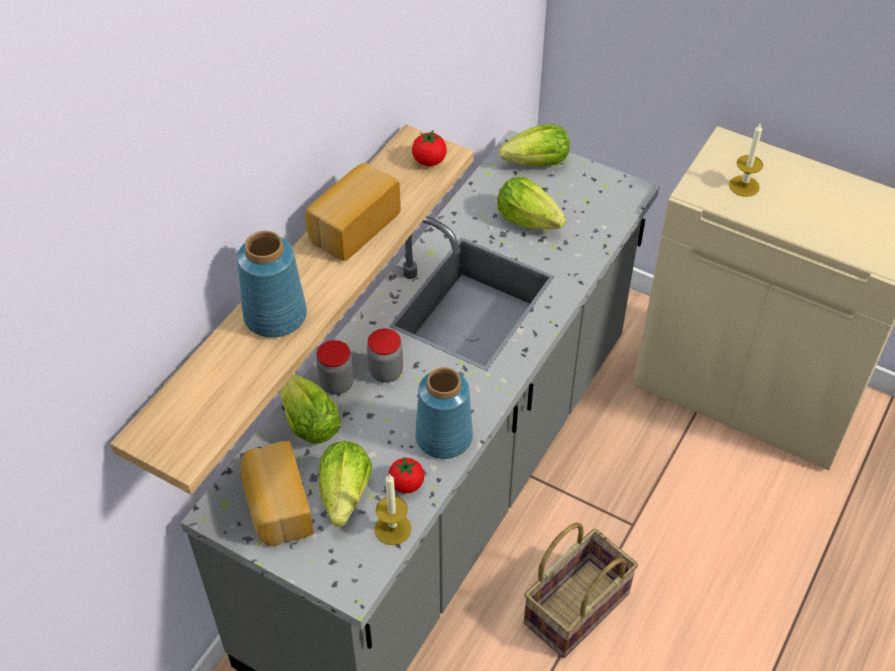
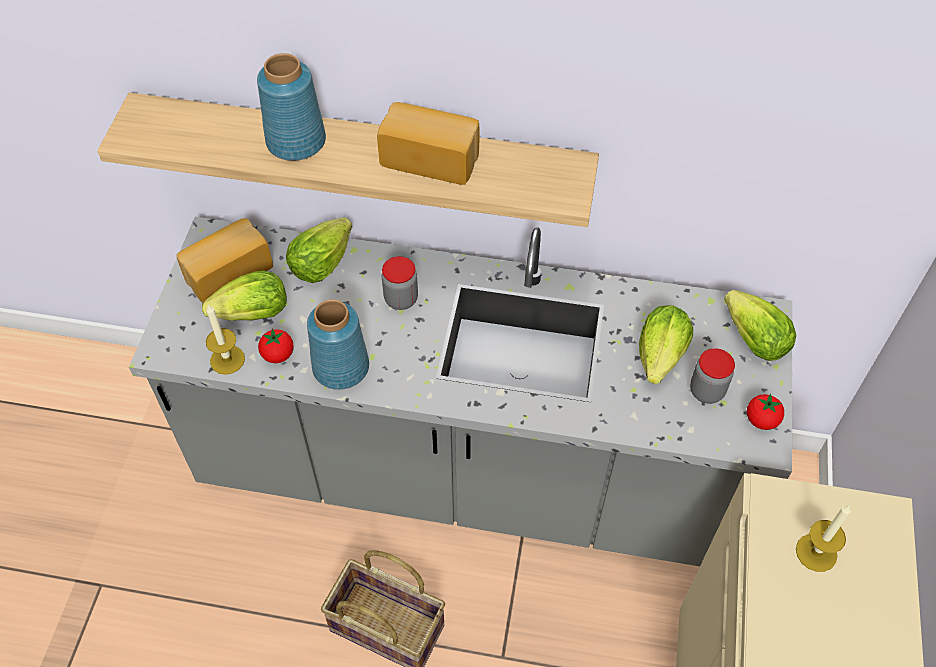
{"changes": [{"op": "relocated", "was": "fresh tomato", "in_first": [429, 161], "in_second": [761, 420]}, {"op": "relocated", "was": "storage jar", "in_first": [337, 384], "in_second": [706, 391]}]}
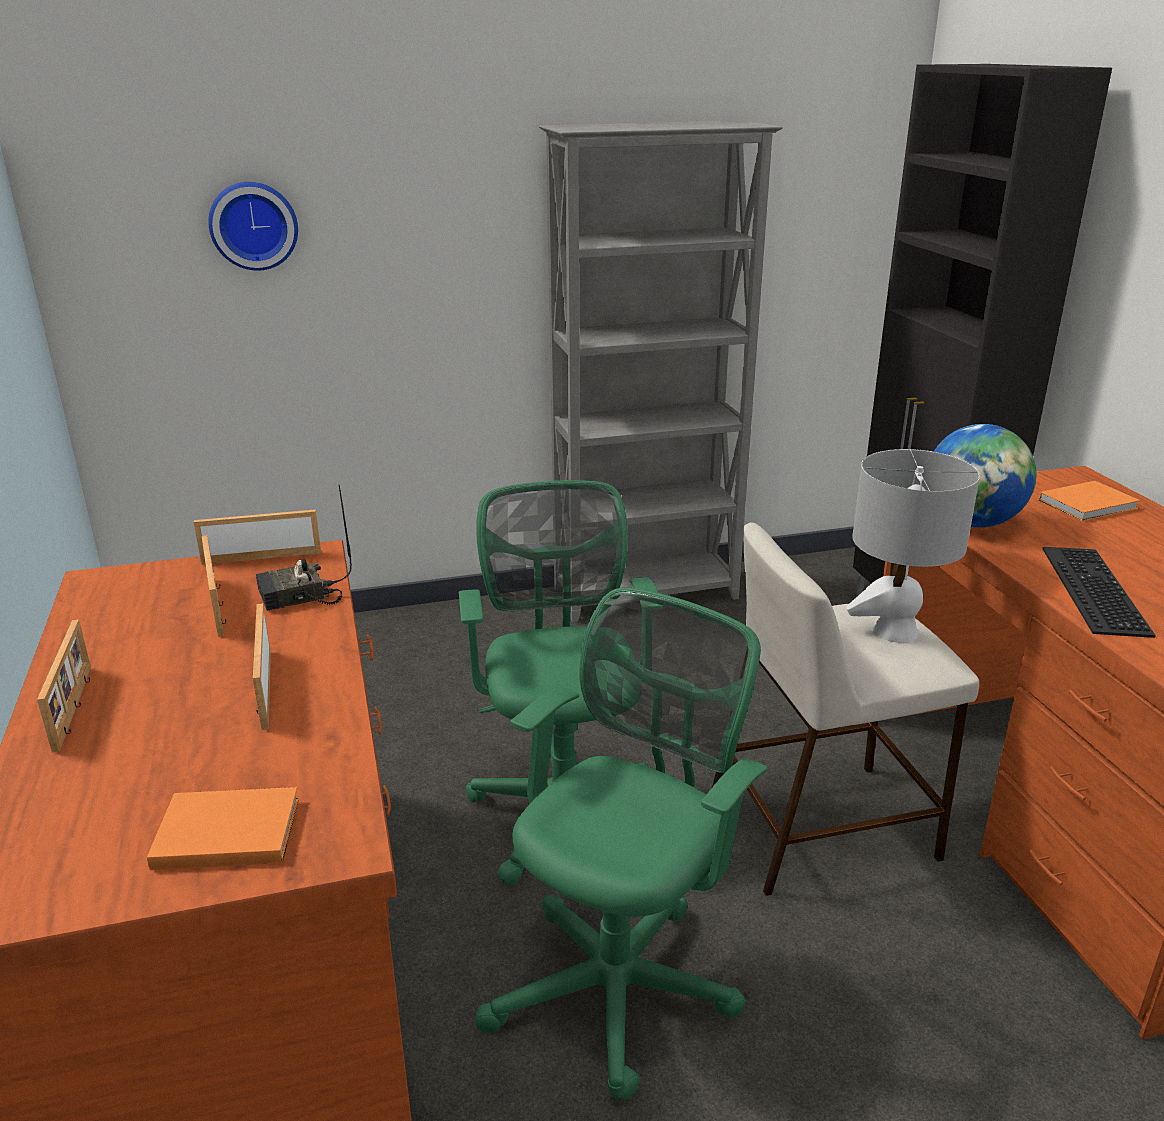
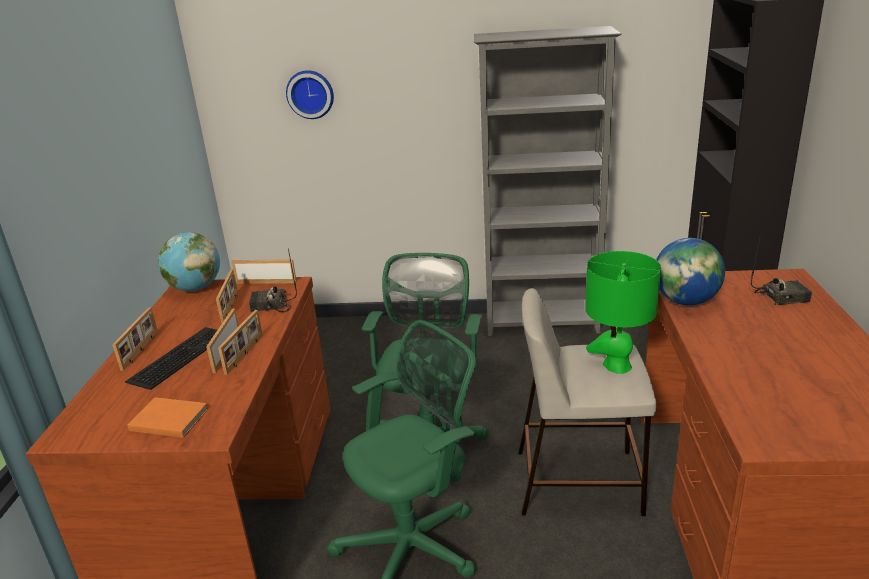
{"changes": [{"op": "colour", "was": "grey lamp for a table", "now": "greenish lamp for a table", "in_first": [894, 632], "in_second": [617, 366]}, {"op": "exchanged", "was": "orangey book", "now": "radio set", "in_first": [1090, 504], "in_second": [781, 296]}, {"op": "relocated", "was": "PC keyboard", "in_first": [1089, 588], "in_second": [179, 356]}, {"op": "appeared", "now": "desk globe", "in_second": [195, 288]}, {"op": "appeared", "now": "picture frame", "in_second": [245, 354]}]}
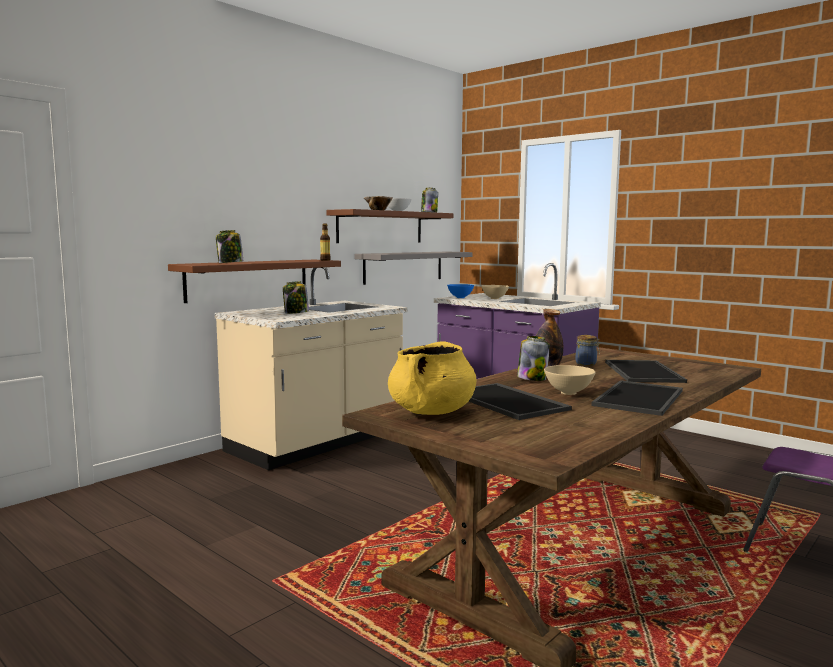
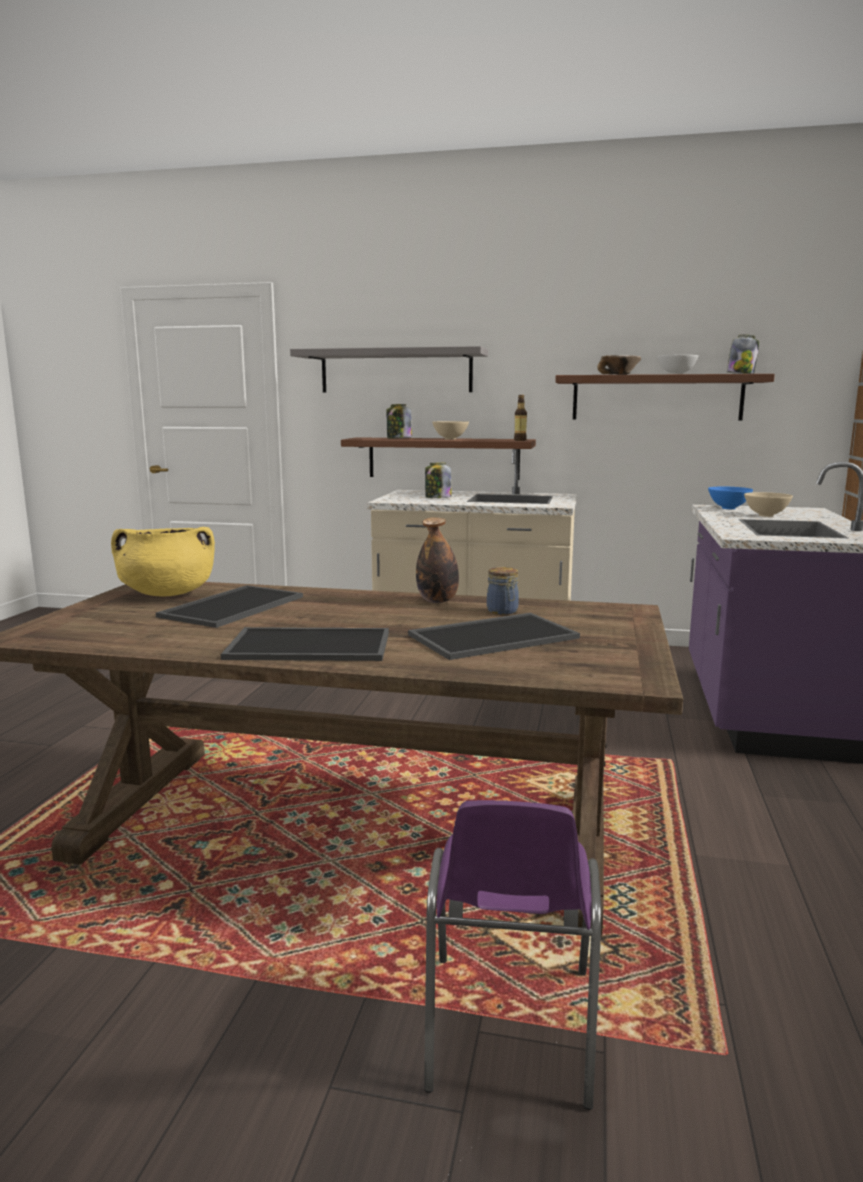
{"changes": [{"op": "relocated", "was": "grey shelf", "in_first": [403, 267], "in_second": [396, 371]}, {"op": "missing", "was": "storage jar", "in_first": [532, 378]}, {"op": "relocated", "was": "sand-coloured serving bowl", "in_first": [568, 393], "in_second": [450, 439]}]}
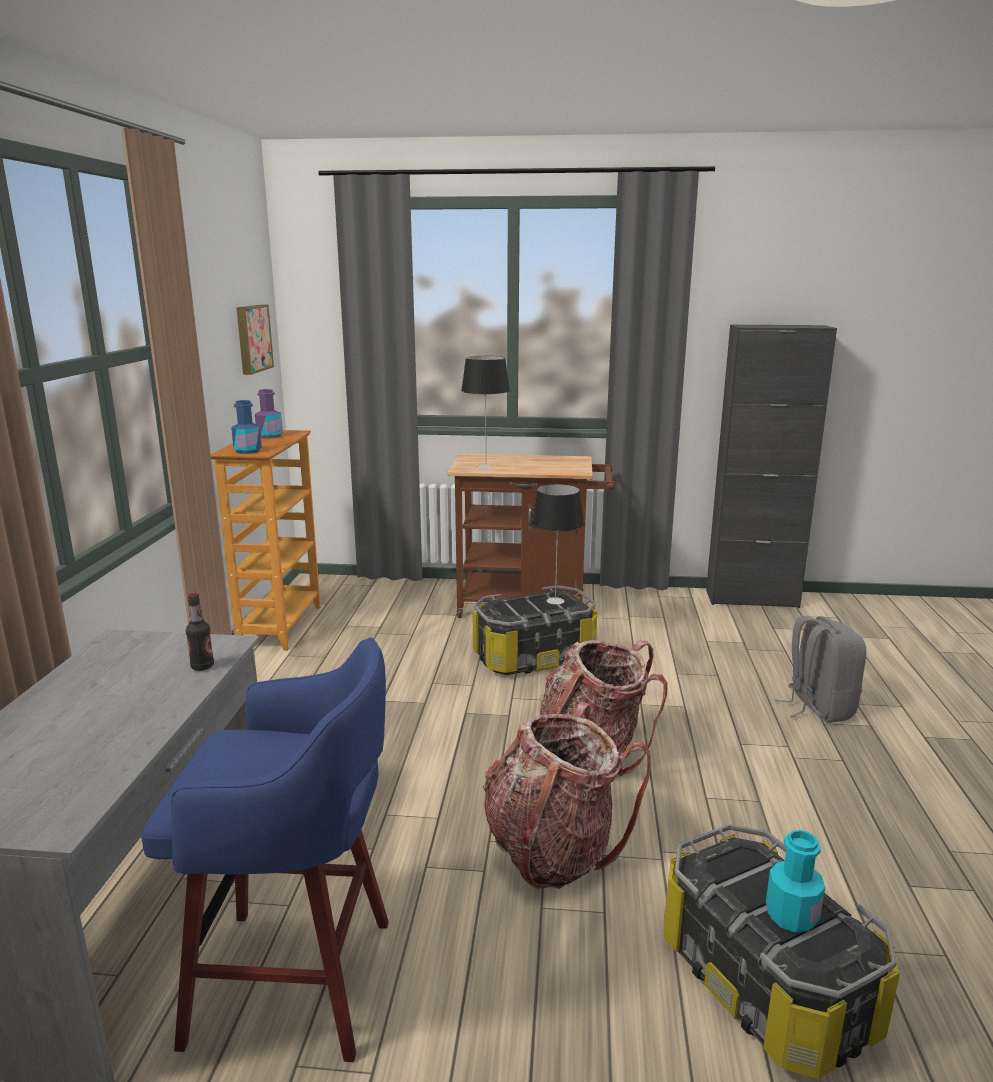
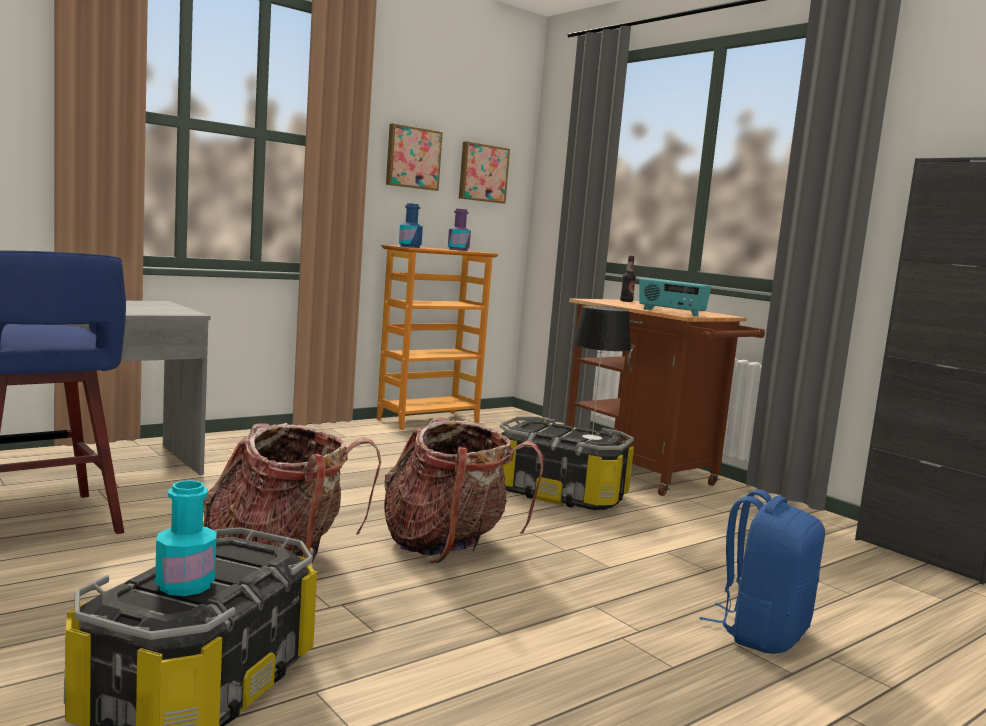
{"changes": [{"op": "missing", "was": "lamp for a table", "in_first": [485, 467]}, {"op": "relocated", "was": "drink bottle", "in_first": [202, 666], "in_second": [626, 301]}, {"op": "colour", "was": "grey backpack", "now": "blue-coloured backpack", "in_first": [817, 707], "in_second": [761, 633]}, {"op": "appeared", "now": "picture", "in_second": [412, 158]}, {"op": "appeared", "now": "radio set", "in_second": [671, 312]}]}
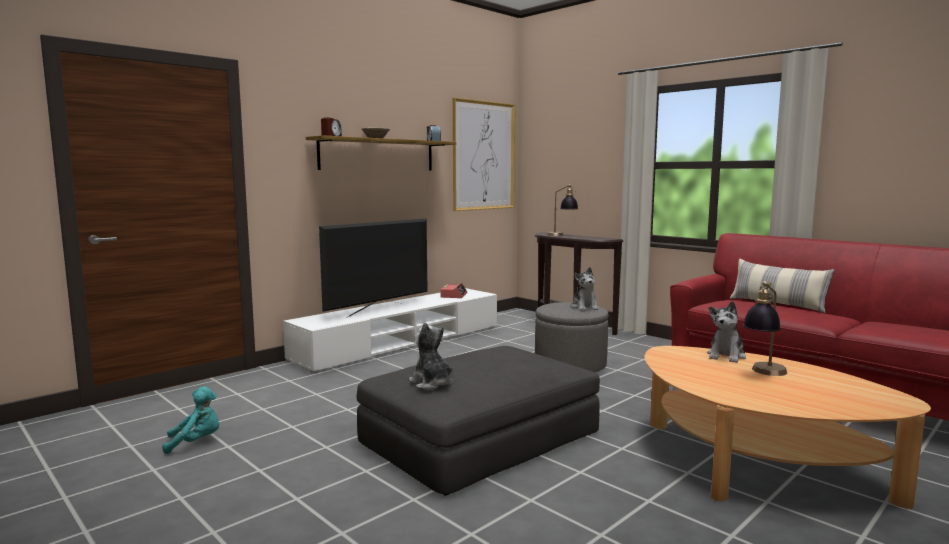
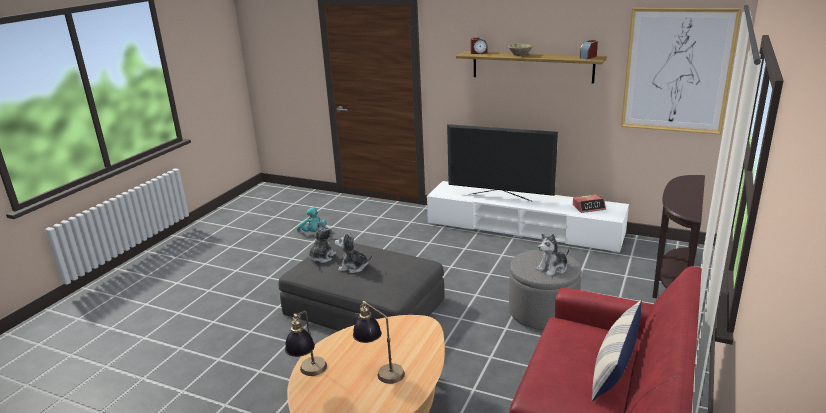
{"changes": [{"op": "relocated", "was": "lamp for a table", "in_first": [561, 235], "in_second": [309, 375]}, {"op": "relocated", "was": "plush toy", "in_first": [726, 356], "in_second": [353, 267]}]}
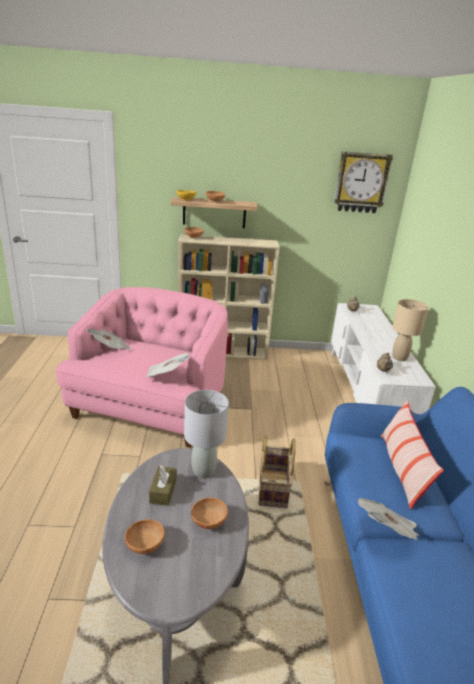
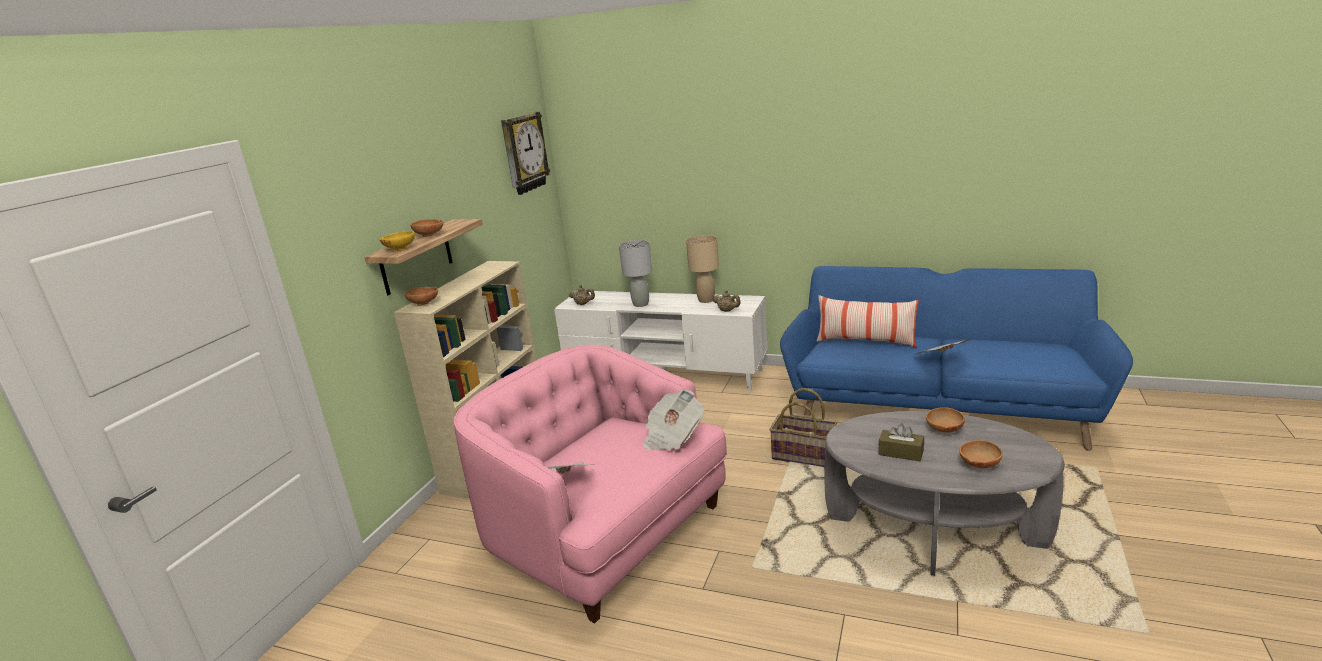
{"changes": [{"op": "relocated", "was": "grey lamp for a table", "in_first": [204, 471], "in_second": [641, 304]}]}
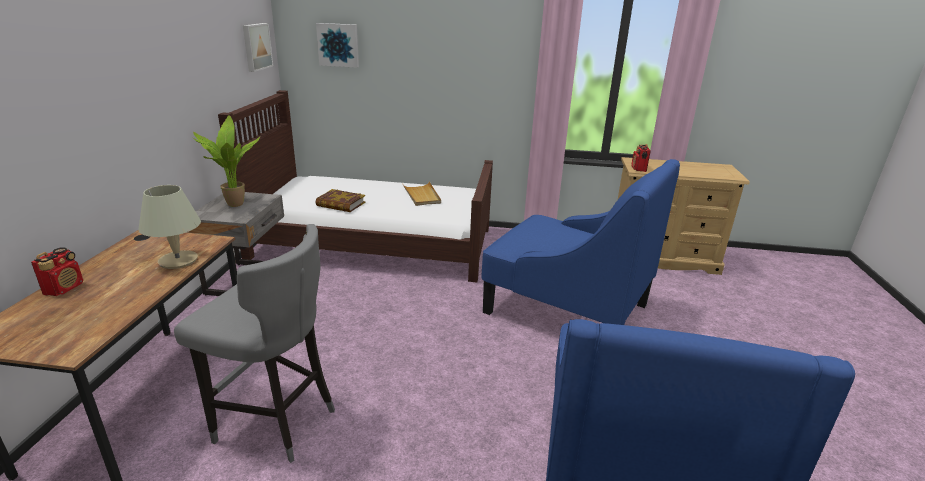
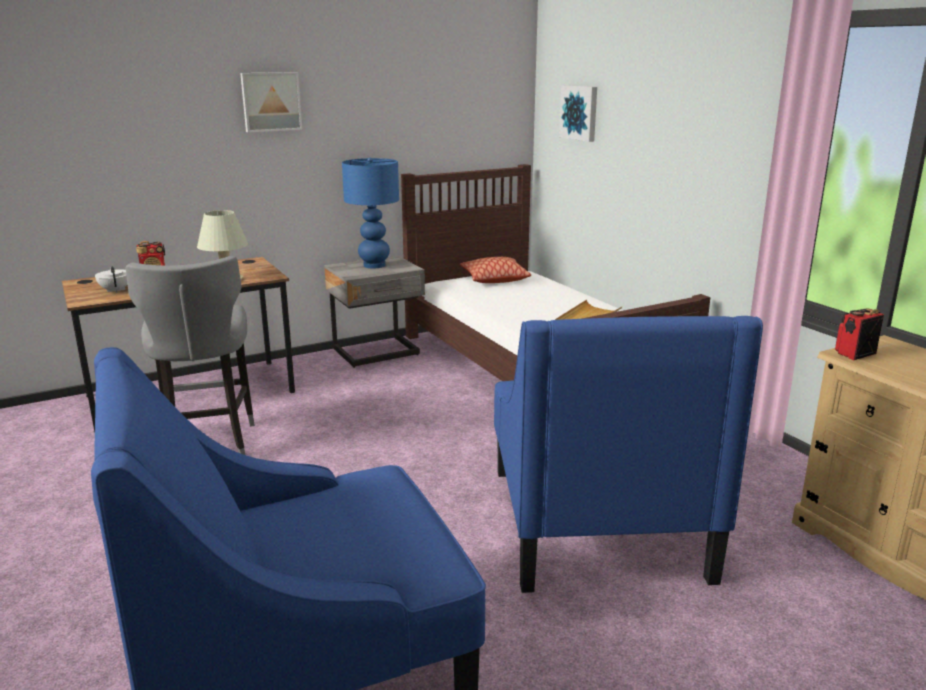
{"changes": [{"op": "relocated", "was": "picture", "in_first": [256, 46], "in_second": [271, 101]}, {"op": "exchanged", "was": "houseplant", "now": "blue-coloured lamp for a table", "in_first": [233, 204], "in_second": [374, 265]}, {"op": "missing", "was": "book", "in_first": [340, 204]}, {"op": "appeared", "now": "throw pillow", "in_second": [494, 279]}, {"op": "appeared", "now": "white-coloured pot for tea", "in_second": [116, 290]}]}
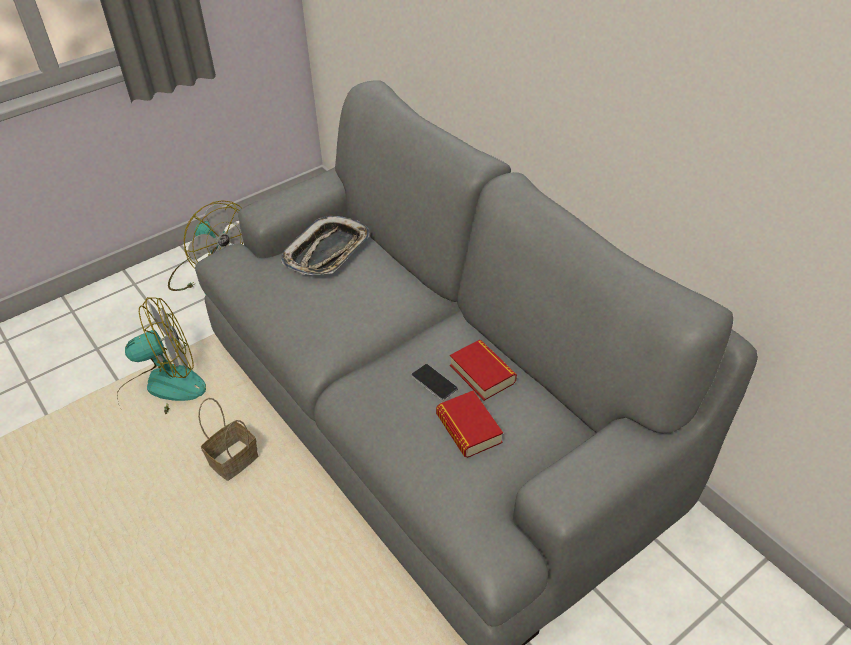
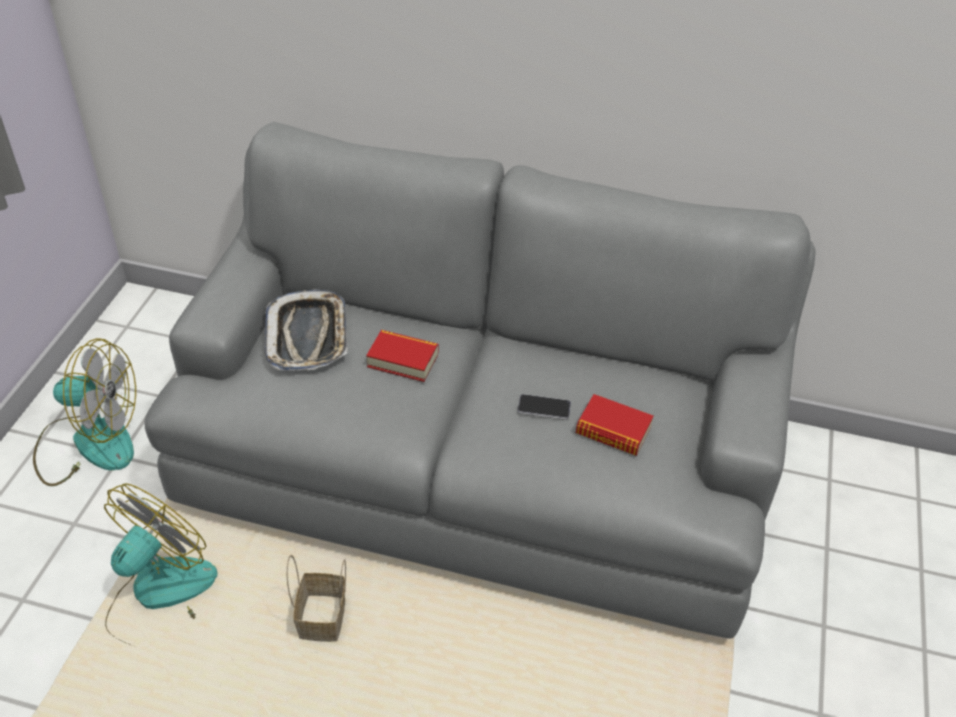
{"changes": [{"op": "relocated", "was": "book", "in_first": [482, 374], "in_second": [403, 360]}]}
